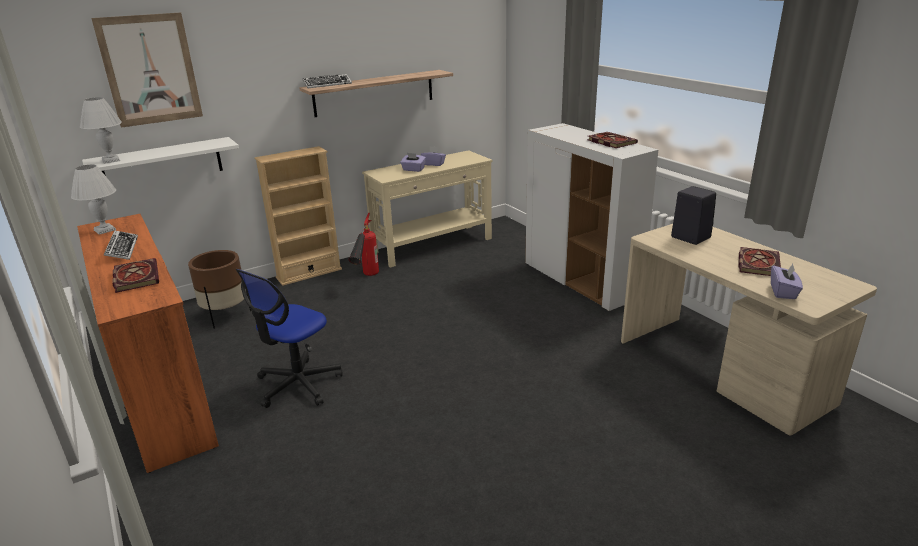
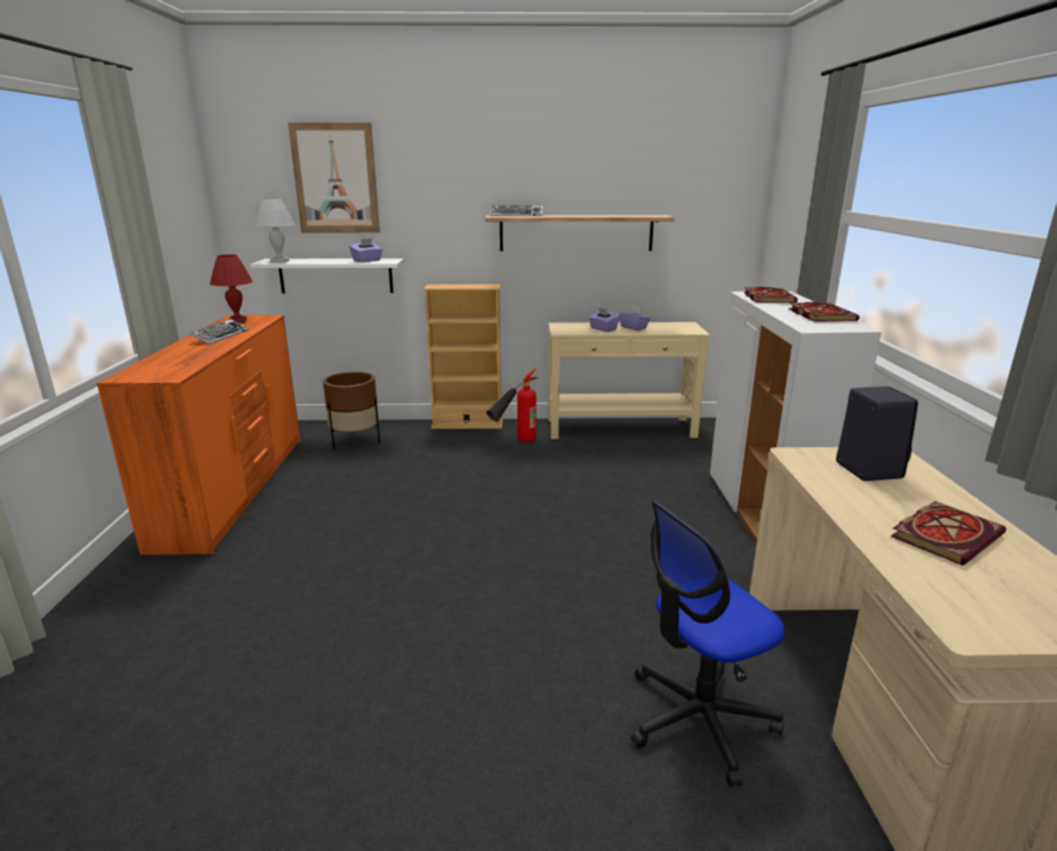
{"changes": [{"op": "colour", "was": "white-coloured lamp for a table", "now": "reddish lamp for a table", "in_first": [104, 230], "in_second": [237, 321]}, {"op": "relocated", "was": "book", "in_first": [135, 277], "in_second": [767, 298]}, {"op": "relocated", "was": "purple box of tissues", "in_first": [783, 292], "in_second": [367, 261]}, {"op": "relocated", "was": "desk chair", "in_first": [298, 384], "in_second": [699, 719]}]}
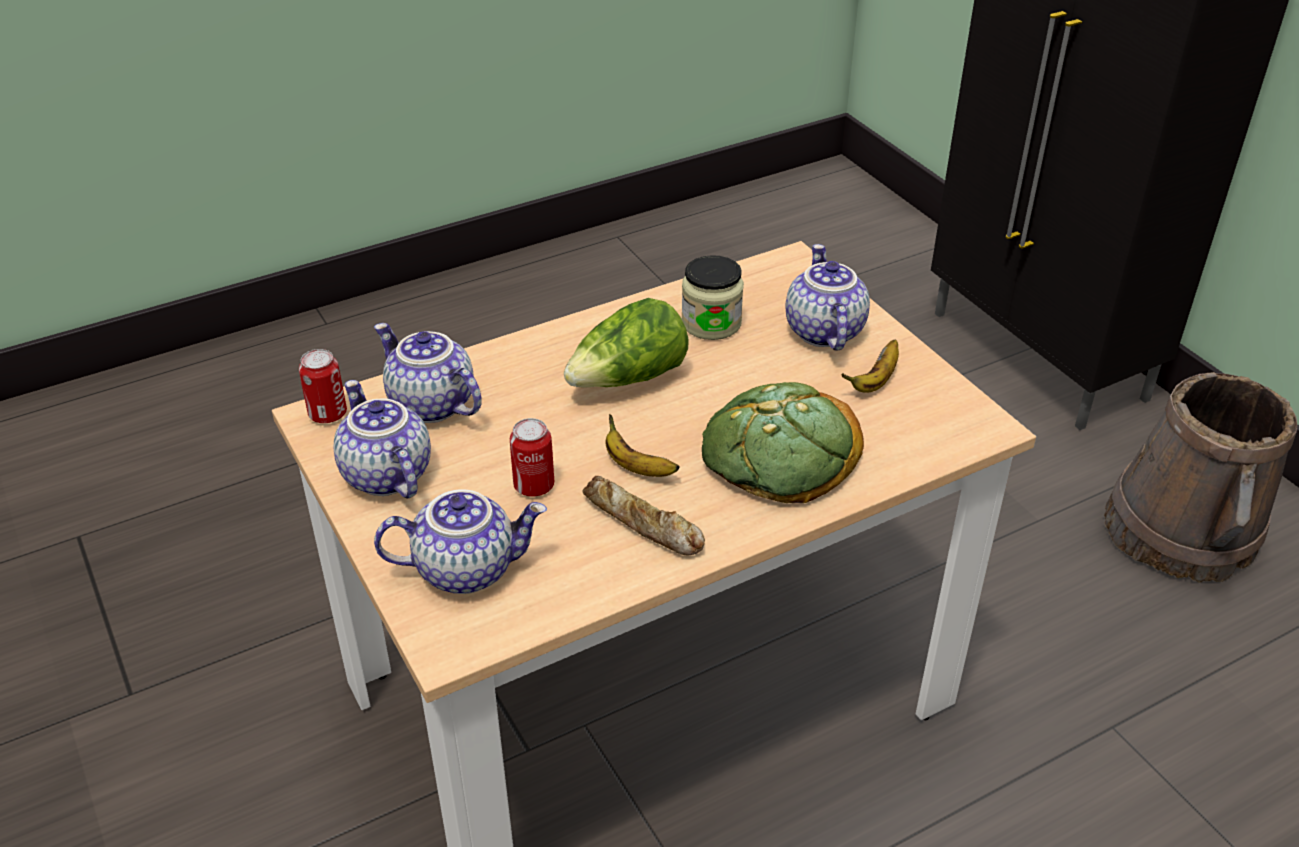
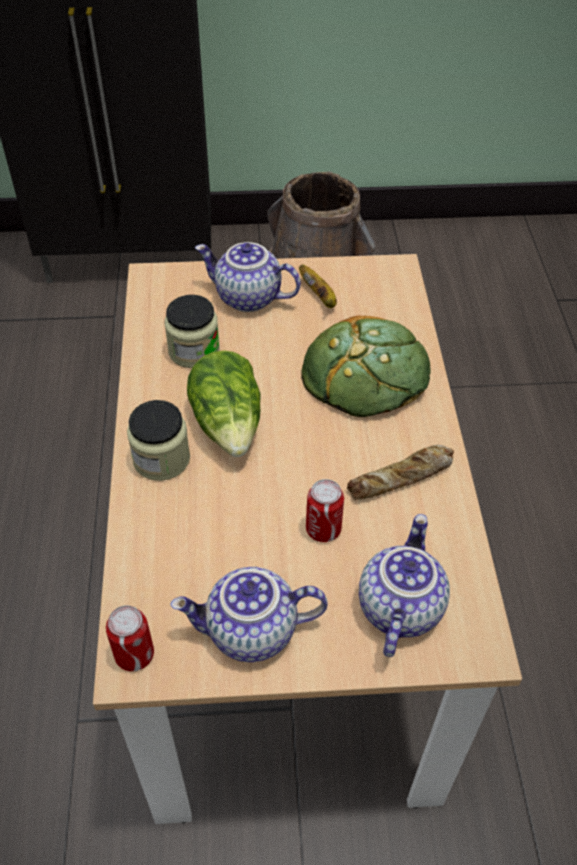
{"changes": [{"op": "missing", "was": "pot for tea", "in_first": [429, 405]}, {"op": "missing", "was": "whole banana", "in_first": [636, 467]}, {"op": "appeared", "now": "storage jar", "in_second": [161, 459]}]}
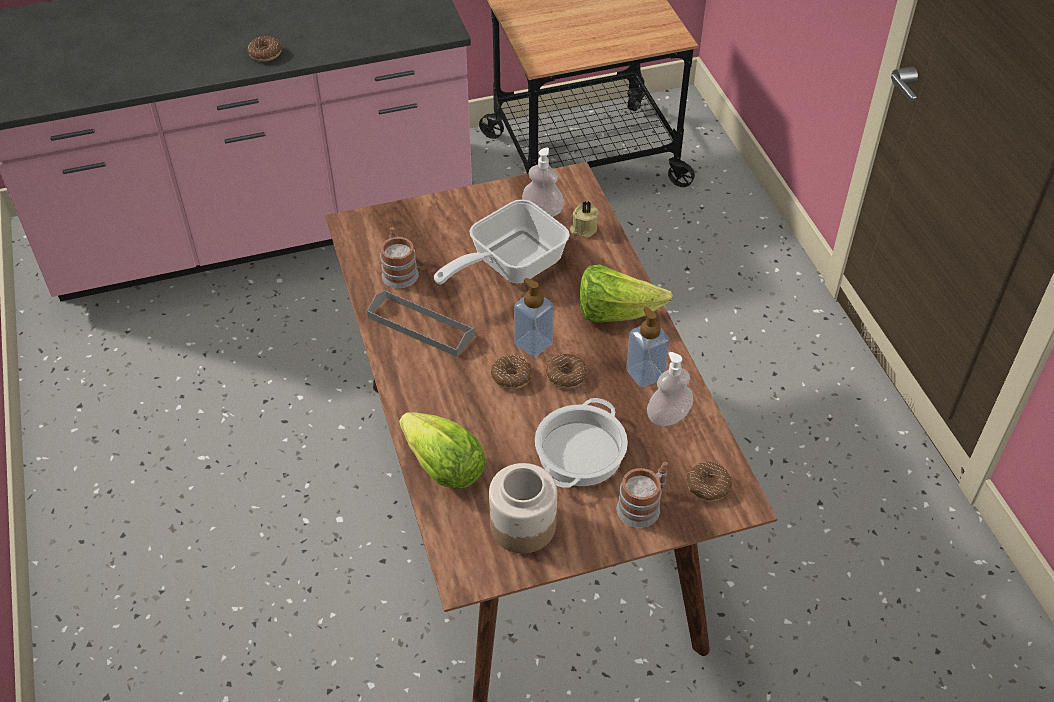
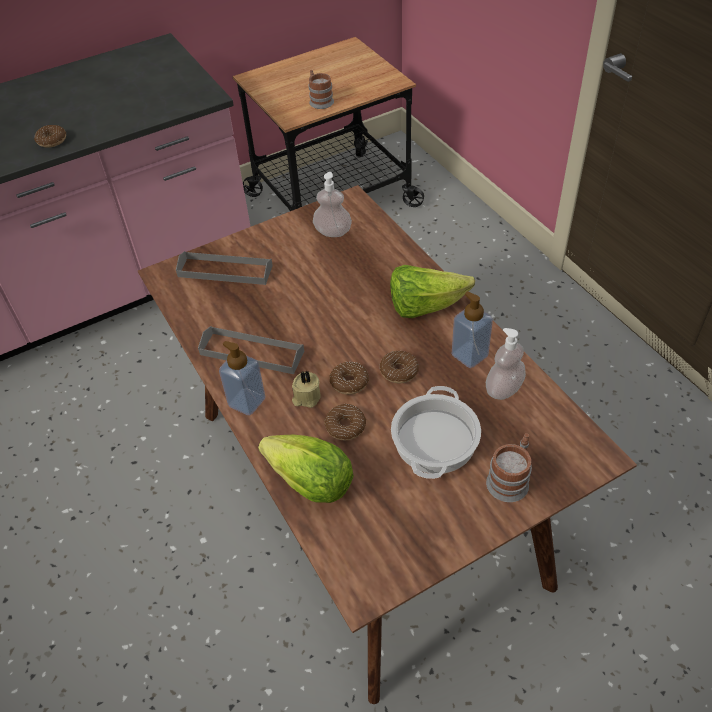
{"changes": [{"op": "missing", "was": "frying pan", "in_first": [508, 265]}, {"op": "relocated", "was": "sand-coloured candle", "in_first": [583, 229], "in_second": [306, 397]}, {"op": "relocated", "was": "tea mug", "in_first": [399, 271], "in_second": [319, 100]}, {"op": "relocated", "was": "soap dispenser", "in_first": [533, 343], "in_second": [247, 402]}, {"op": "relocated", "was": "doughnut", "in_first": [707, 486], "in_second": [345, 426]}, {"op": "missing", "was": "storage jar", "in_first": [522, 526]}, {"op": "appeared", "now": "grey carrying tray", "in_second": [225, 271]}]}
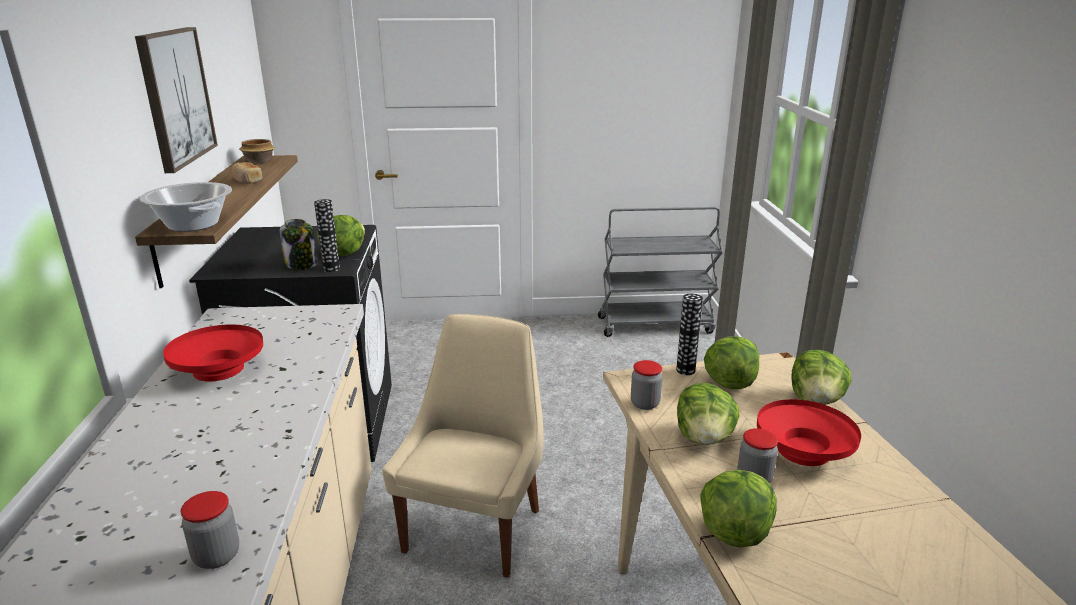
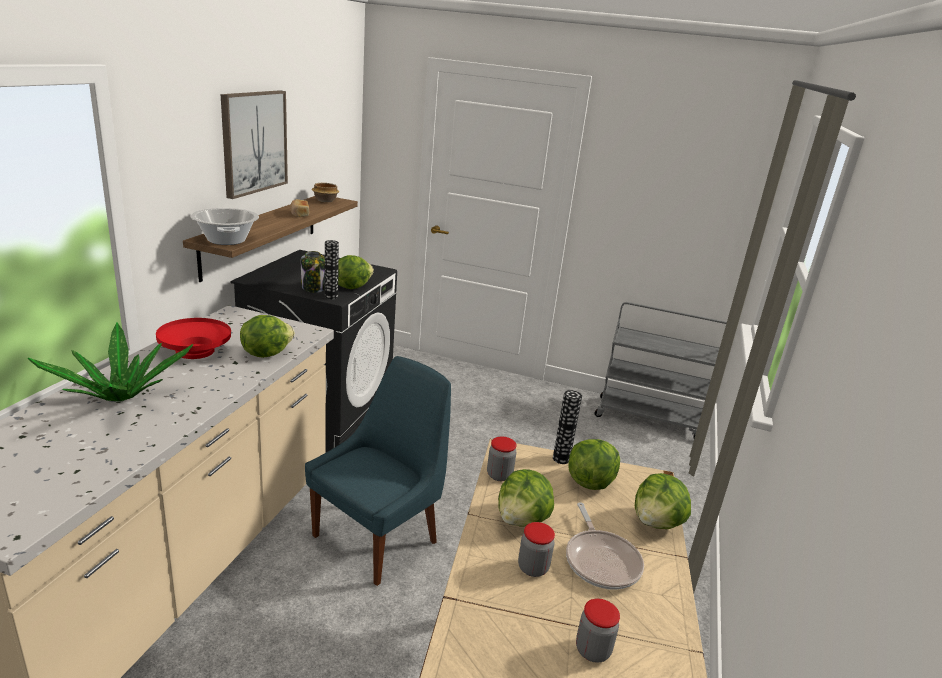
{"changes": [{"op": "colour", "was": "sand-coloured chair", "now": "blue-coloured chair", "in_first": [475, 527], "in_second": [379, 537]}, {"op": "exchanged", "was": "reddish serving bowl", "now": "frying pan", "in_first": [803, 450], "in_second": [601, 561]}, {"op": "relocated", "was": "head of lettuce", "in_first": [734, 532], "in_second": [266, 353]}, {"op": "relocated", "was": "storage jar", "in_first": [217, 556], "in_second": [592, 650]}, {"op": "appeared", "now": "houseplant", "in_second": [120, 397]}]}
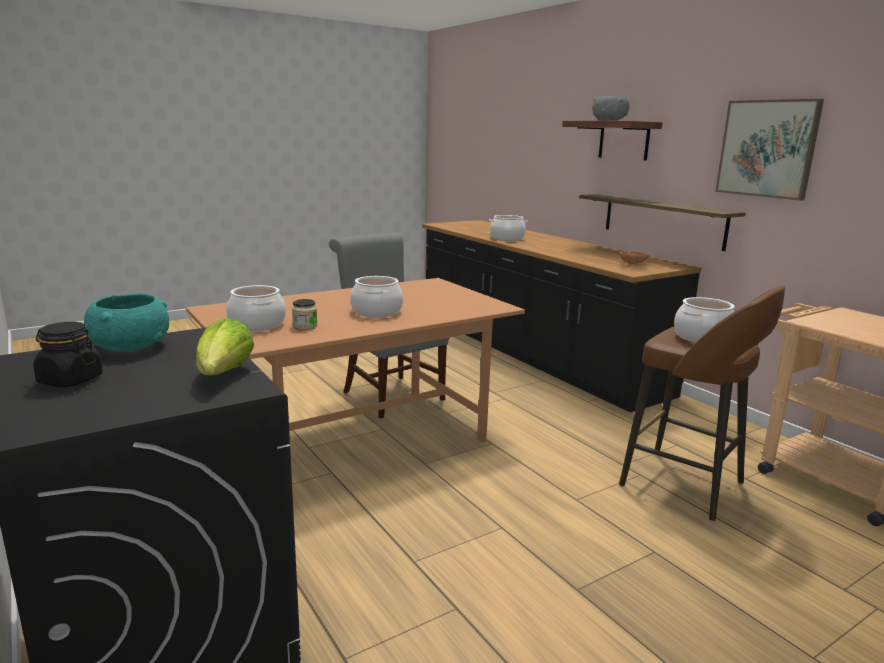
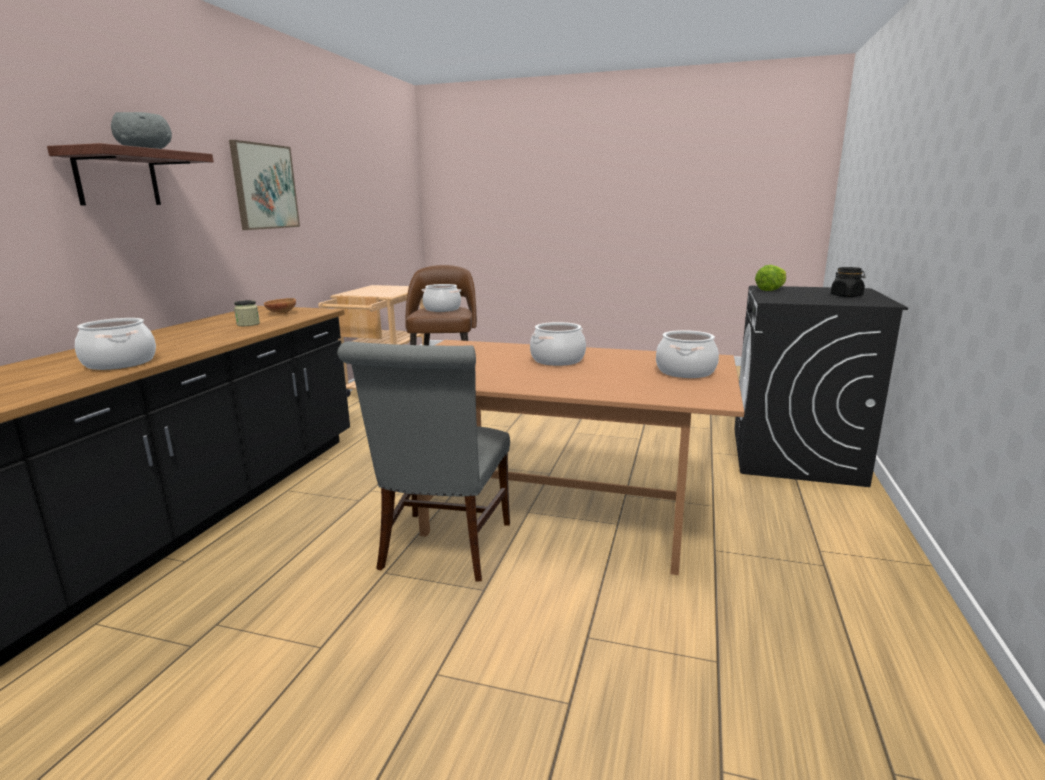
{"changes": [{"op": "missing", "was": "shelf", "in_first": [663, 220]}, {"op": "missing", "was": "turquoise-coloured serving bowl", "in_first": [130, 346]}, {"op": "relocated", "was": "storage jar", "in_first": [305, 326], "in_second": [248, 324]}]}
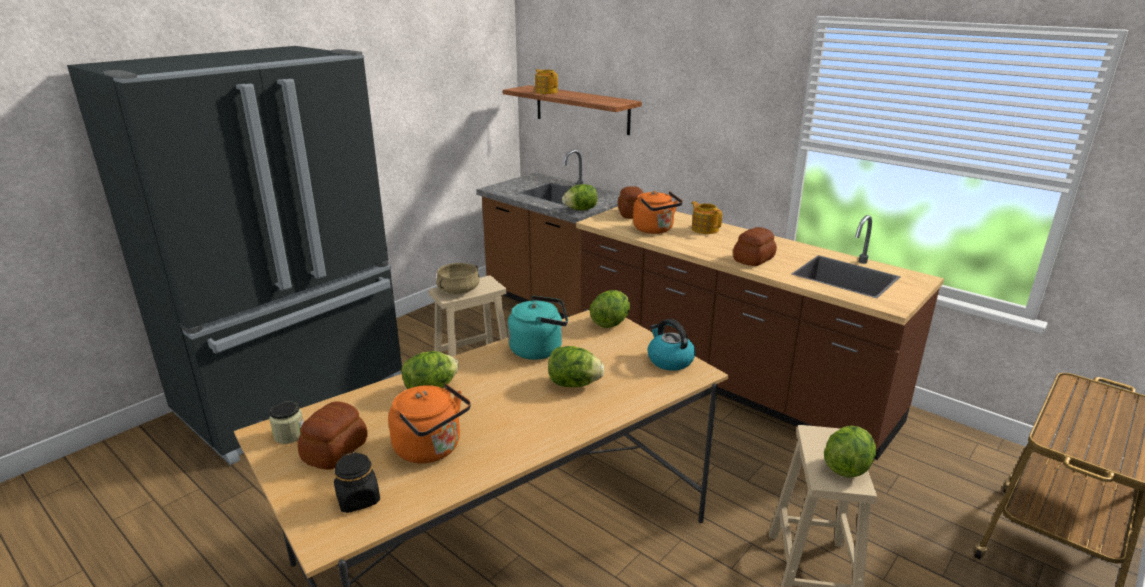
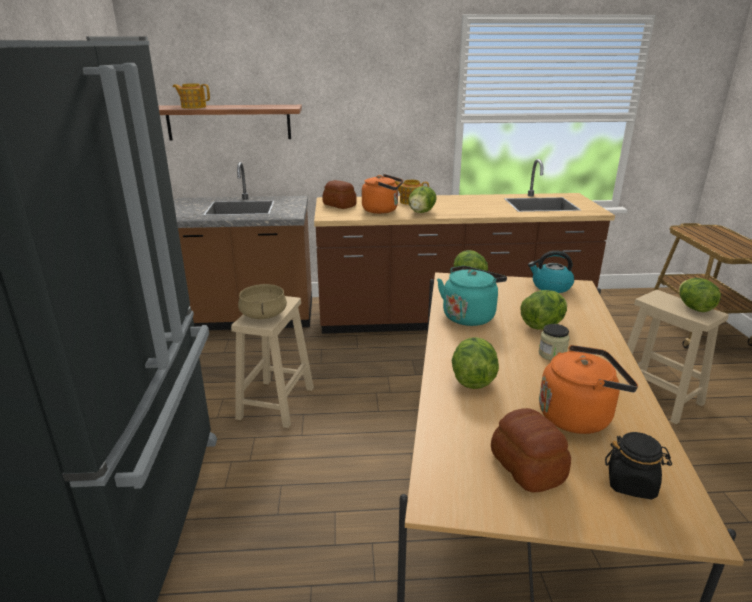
{"changes": [{"op": "relocated", "was": "head of lettuce", "in_first": [580, 210], "in_second": [421, 212]}, {"op": "missing", "was": "bread", "in_first": [752, 259]}, {"op": "relocated", "was": "storage jar", "in_first": [289, 435], "in_second": [552, 354]}]}
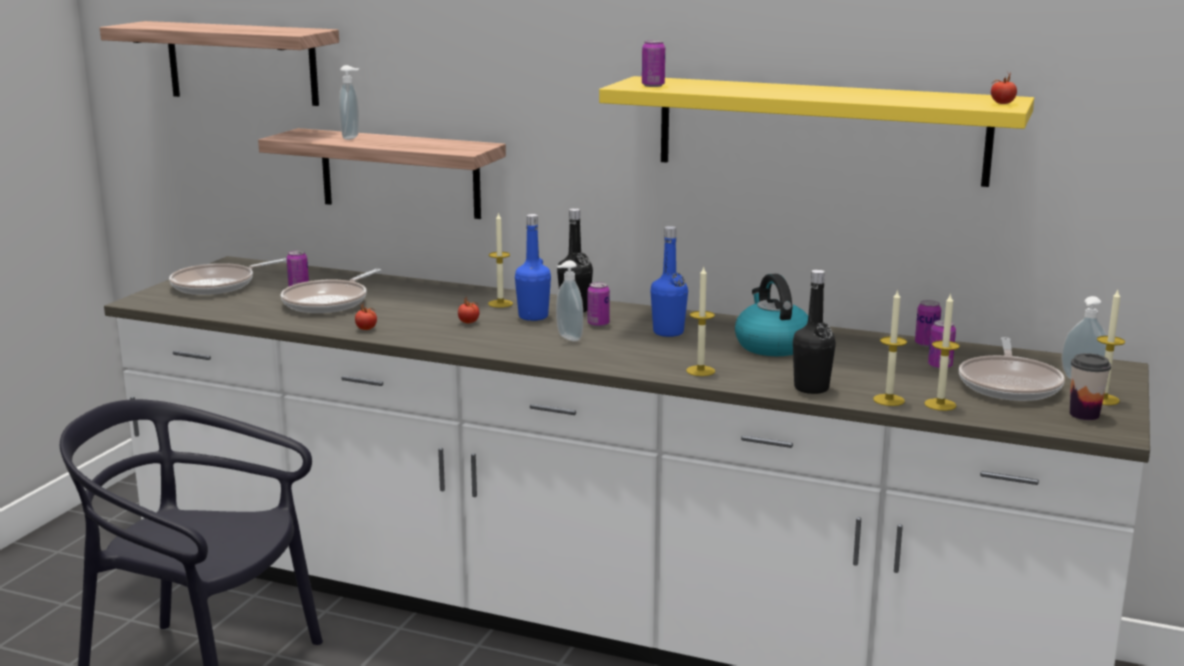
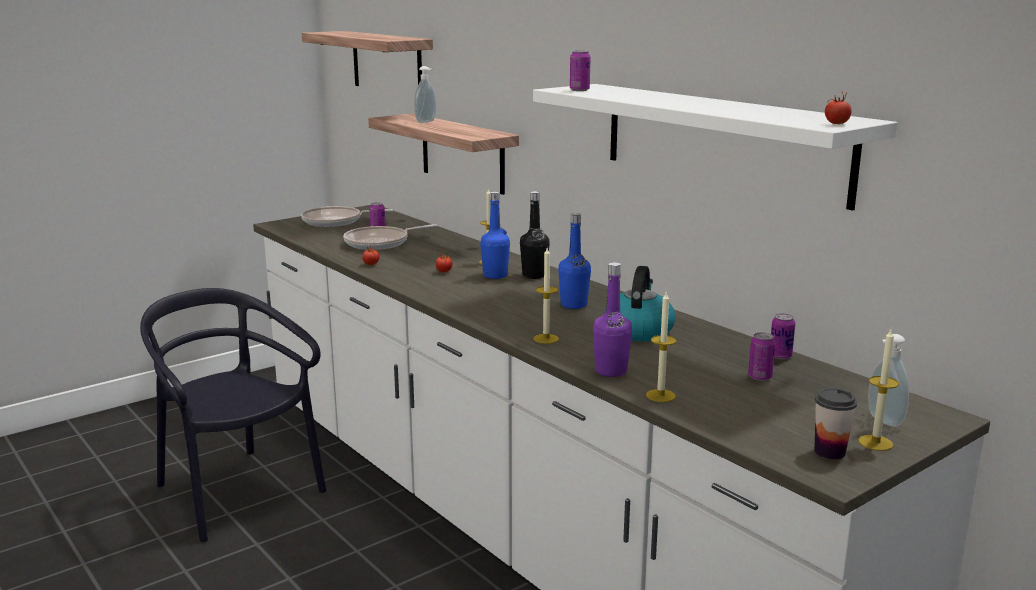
{"changes": [{"op": "colour", "was": "yellow-coloured shelf", "now": "white-coloured shelf", "in_first": [820, 130], "in_second": [721, 141]}, {"op": "missing", "was": "soap dispenser", "in_first": [567, 338]}, {"op": "colour", "was": "black-coloured drink bottle", "now": "purple drink bottle", "in_first": [811, 388], "in_second": [611, 371]}, {"op": "missing", "was": "can", "in_first": [598, 324]}, {"op": "missing", "was": "candle", "in_first": [940, 404]}, {"op": "missing", "was": "frying pan", "in_first": [1009, 384]}]}
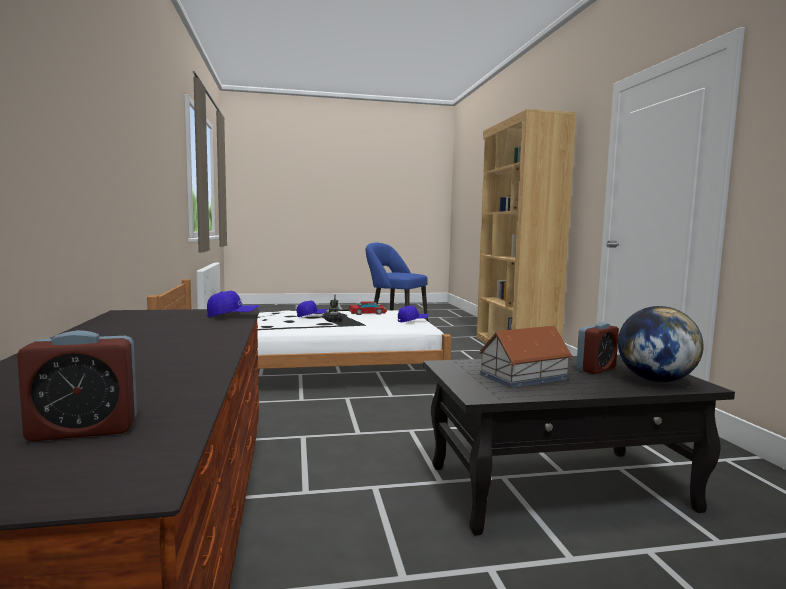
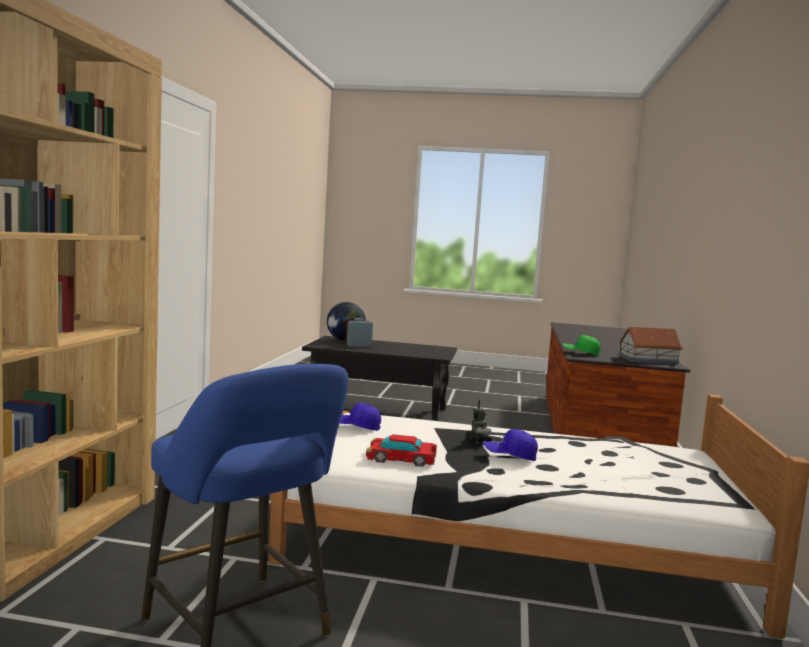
{"changes": [{"op": "colour", "was": "blue-coloured peaked cap", "now": "greenish peaked cap", "in_first": [233, 316], "in_second": [580, 353]}, {"op": "relocated", "was": "model house", "in_first": [525, 377], "in_second": [648, 359]}, {"op": "missing", "was": "alarm clock", "in_first": [83, 430]}]}
